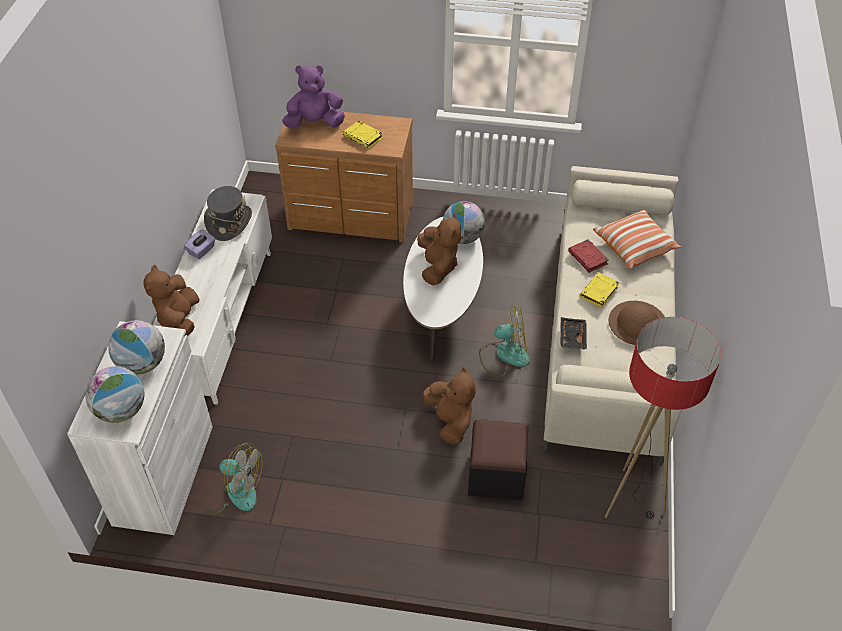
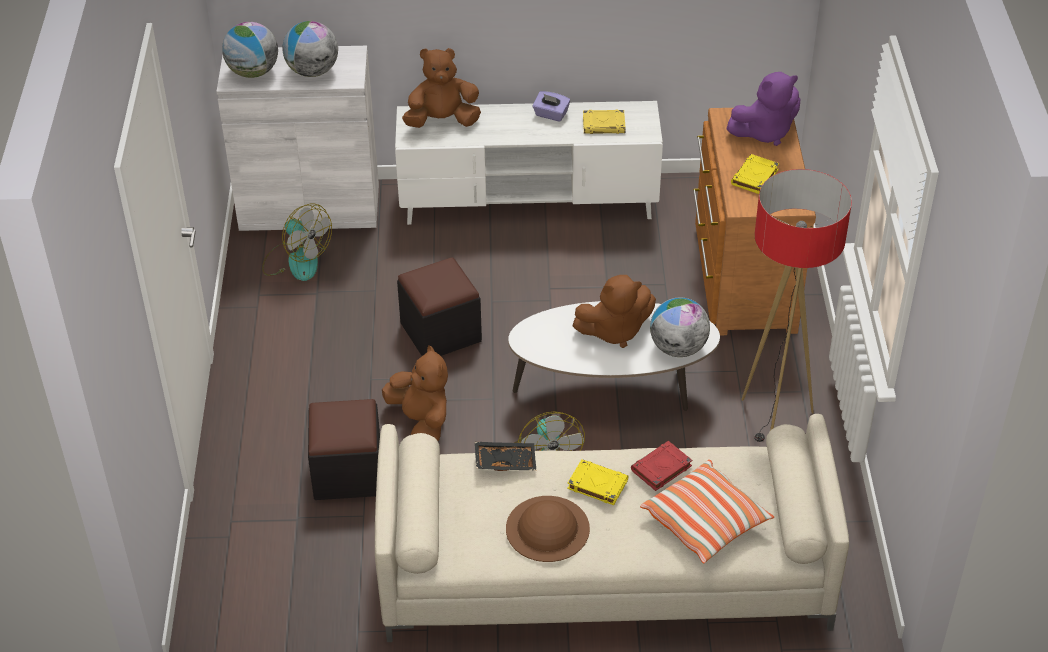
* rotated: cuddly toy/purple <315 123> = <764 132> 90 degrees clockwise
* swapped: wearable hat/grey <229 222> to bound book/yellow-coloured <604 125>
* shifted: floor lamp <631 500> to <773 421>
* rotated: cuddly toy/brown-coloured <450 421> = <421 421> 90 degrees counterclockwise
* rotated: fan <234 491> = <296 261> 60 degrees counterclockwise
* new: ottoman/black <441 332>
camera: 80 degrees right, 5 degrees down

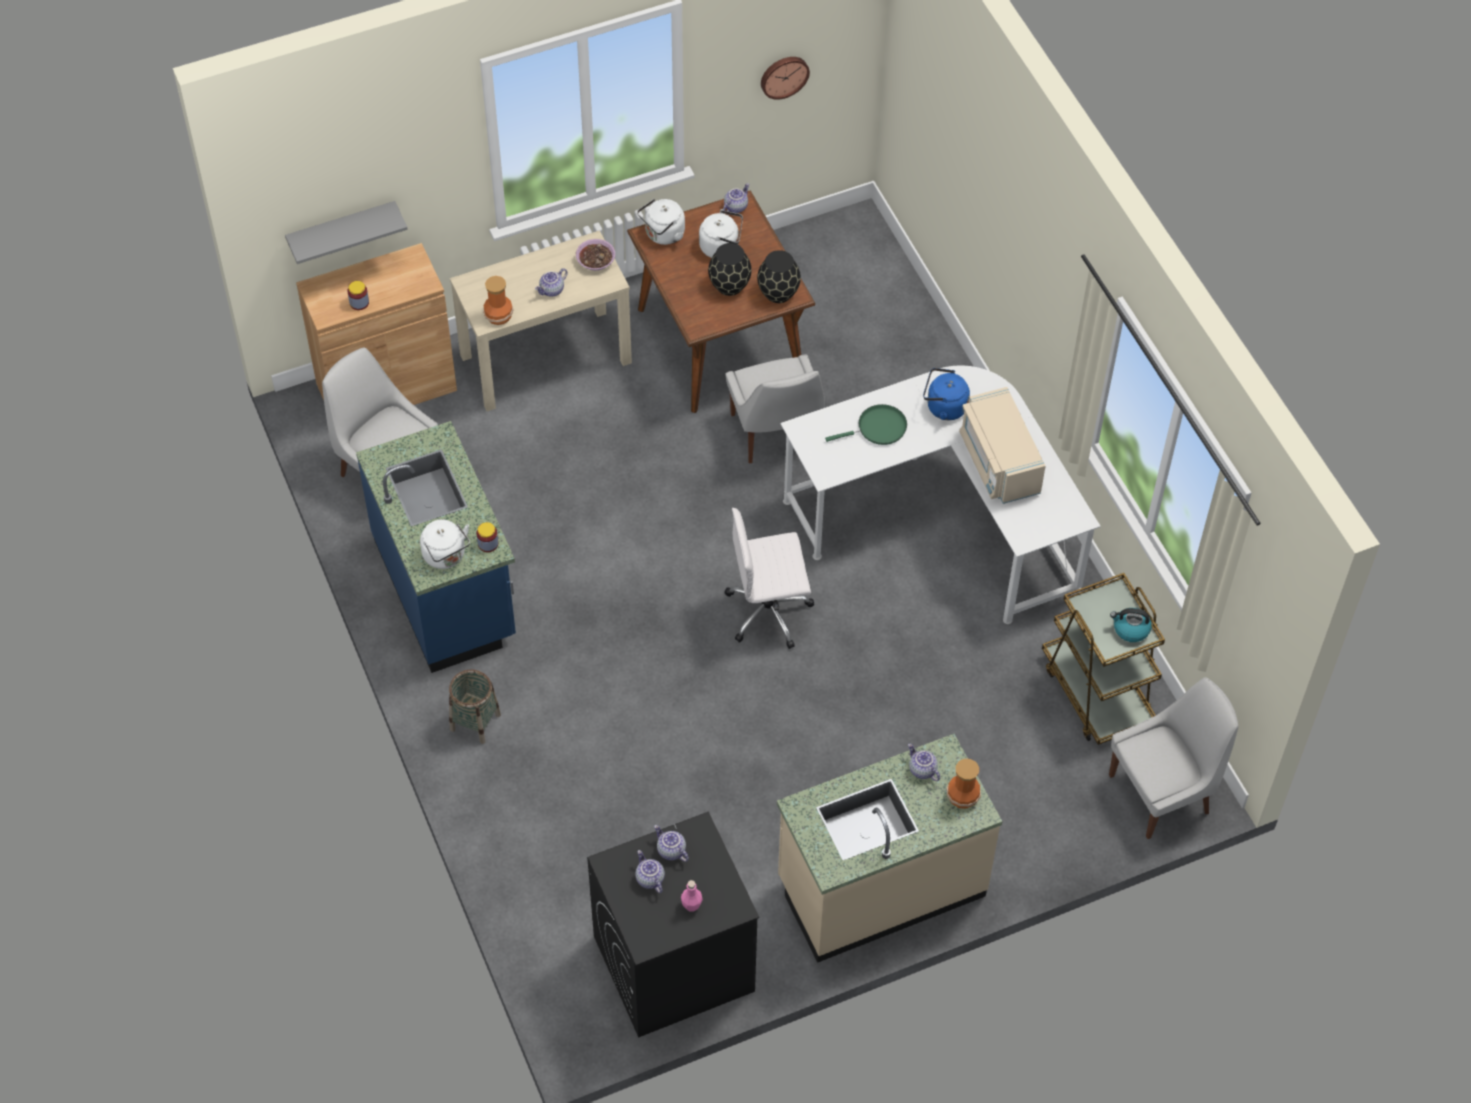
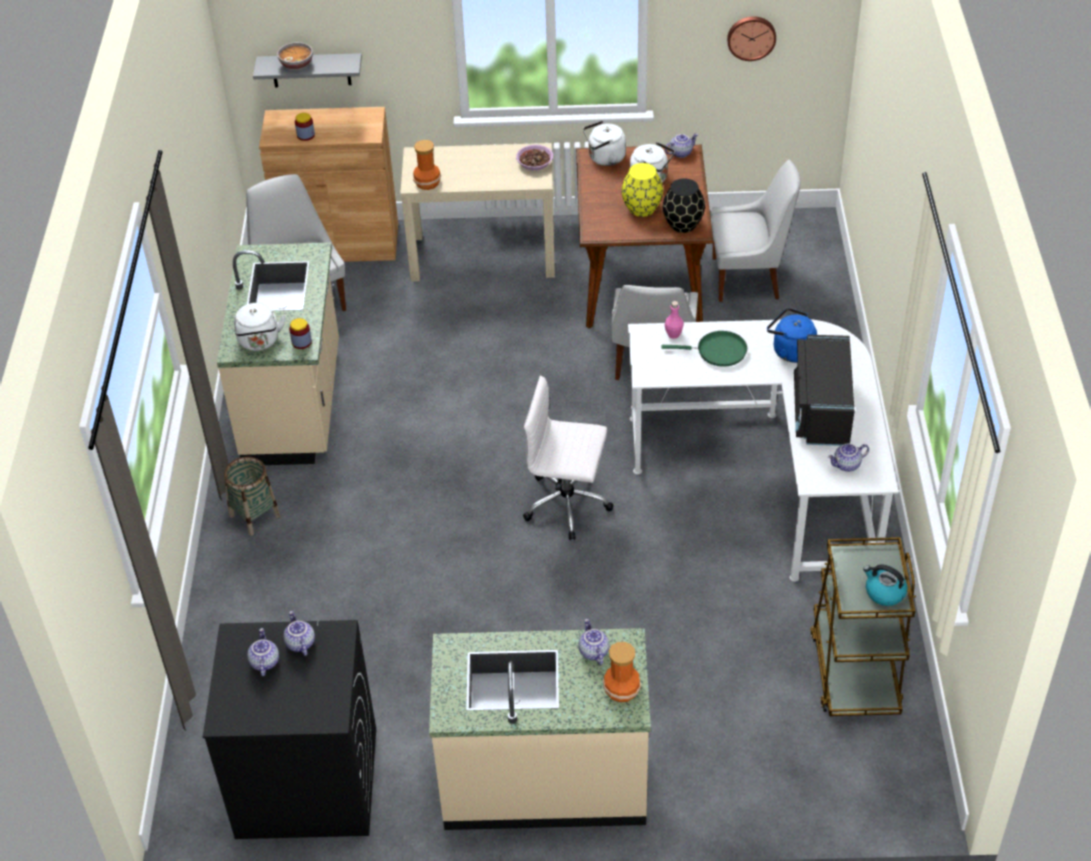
* repainted: flower vase/black <729 285> to flower vase/yellow-coloured <641 208>
* shifted: pot for tea <552 290> to <847 465>
* repainted: microwave oven/sand-coloured <999 462> to microwave oven/black <822 409>
* repainted: kitchen base unit/blue <447 589> to kitchen base unit/sand-coloured <295 405>
* shifted: plain chair/white-coloured <1162 793> to <749 278>
* shifted: bottle/pink <691 905> to <673 334>
* new: deep dish <297 64>
camera: 25 degrees right, 10 degrees down

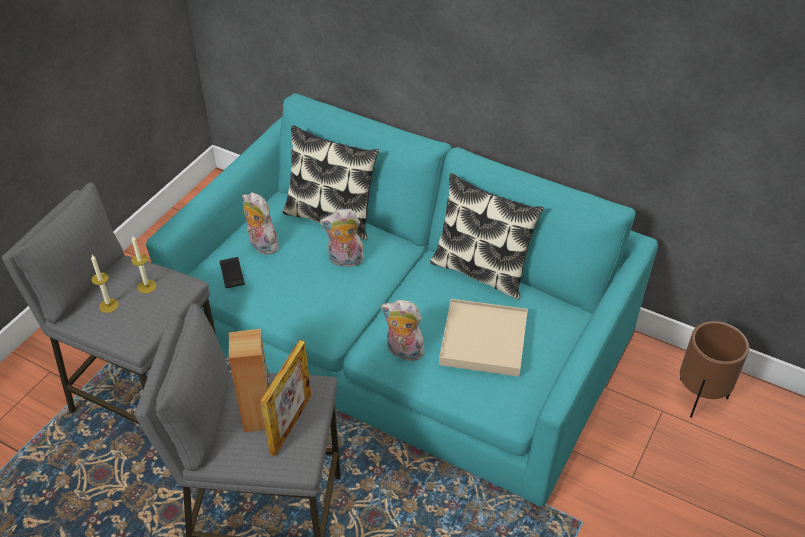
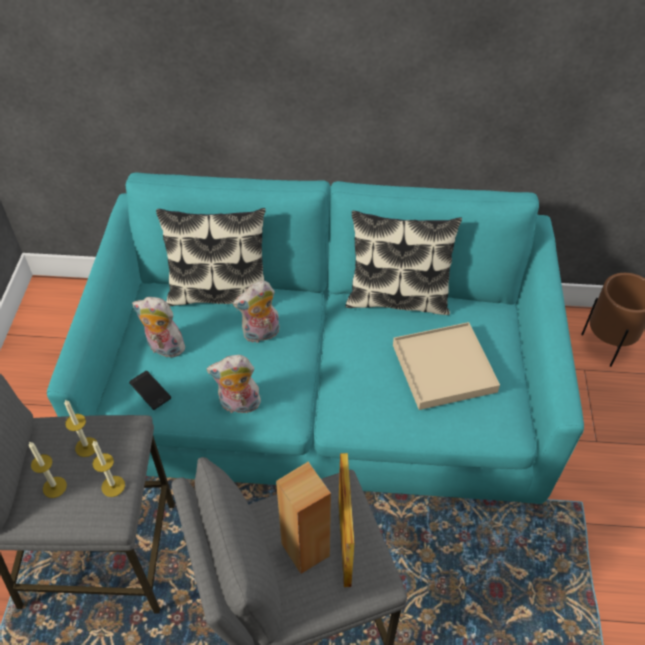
* shifted: cuddly toy <403 352> to <239 405>
* new: wax light <113 486>
camera: 25 degrees left, 5 degrees up

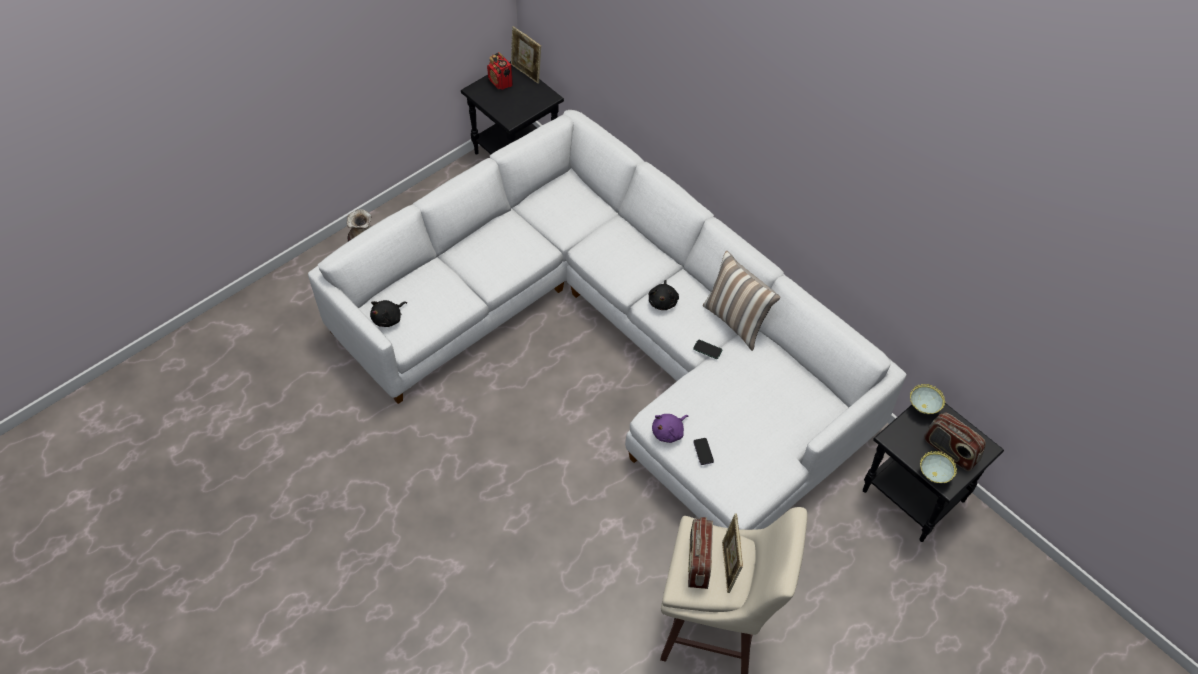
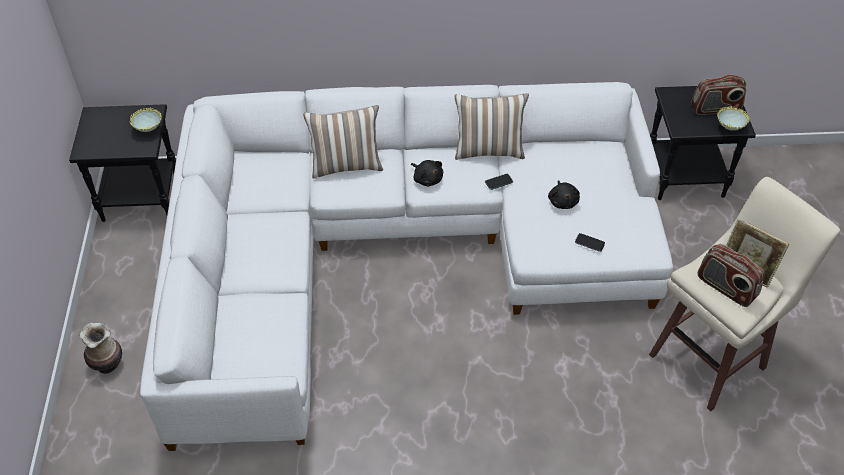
* gone: picture frame <526 73>
* gone: radio set <500 82>
* shifted: cuddly toy/black <388 318> to <563 201>
* shifted: deep dish <923 408> to <149 130>
* gone: cuddly toy/purple <669 432>
* new: pillow <346 165>
camera: 50 degrees left, 5 degrees down

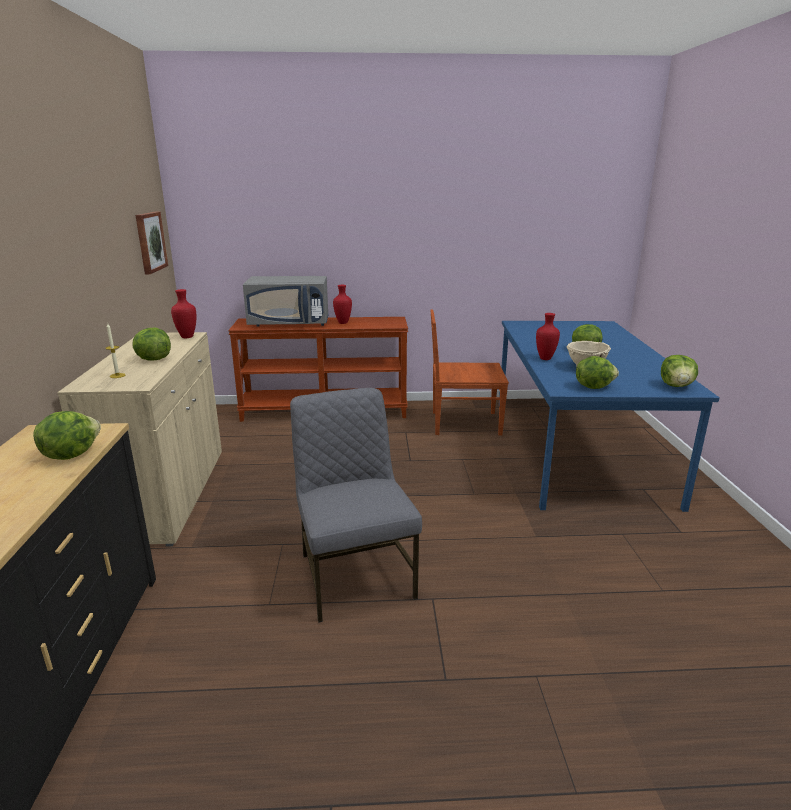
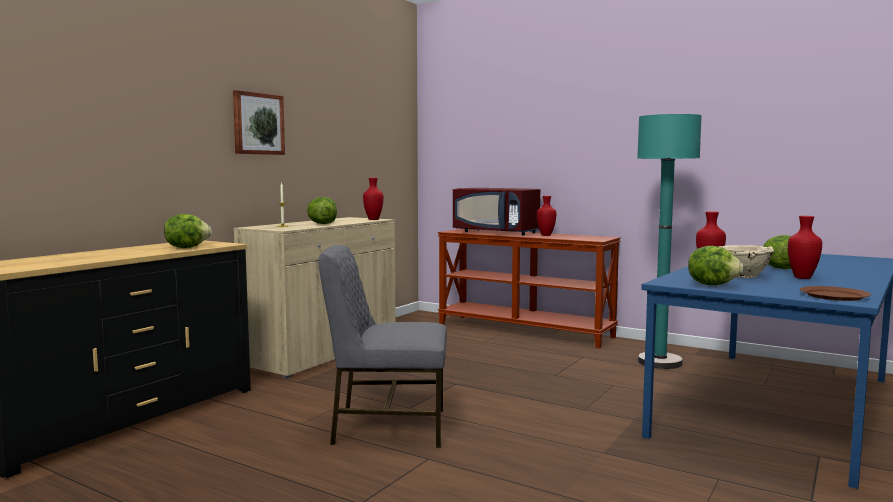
* shifted: wall art <150 242> to <258 124>
* repainted: microwave oven/grey <290 323> to microwave oven/reddish <497 232>
* swapped: plain chair/brown-coloured <463 423> to floor lamp/blue-green <659 362>
* swapped: lettuce <676 386> to dinner plate/brown-coloured <834 296>
* rotated: plain chair/grey <354 574> = <387 427> 105 degrees counterclockwise
* new: flower vase/reddish <801 278>
camera: 35 degrees right, 15 degrees down

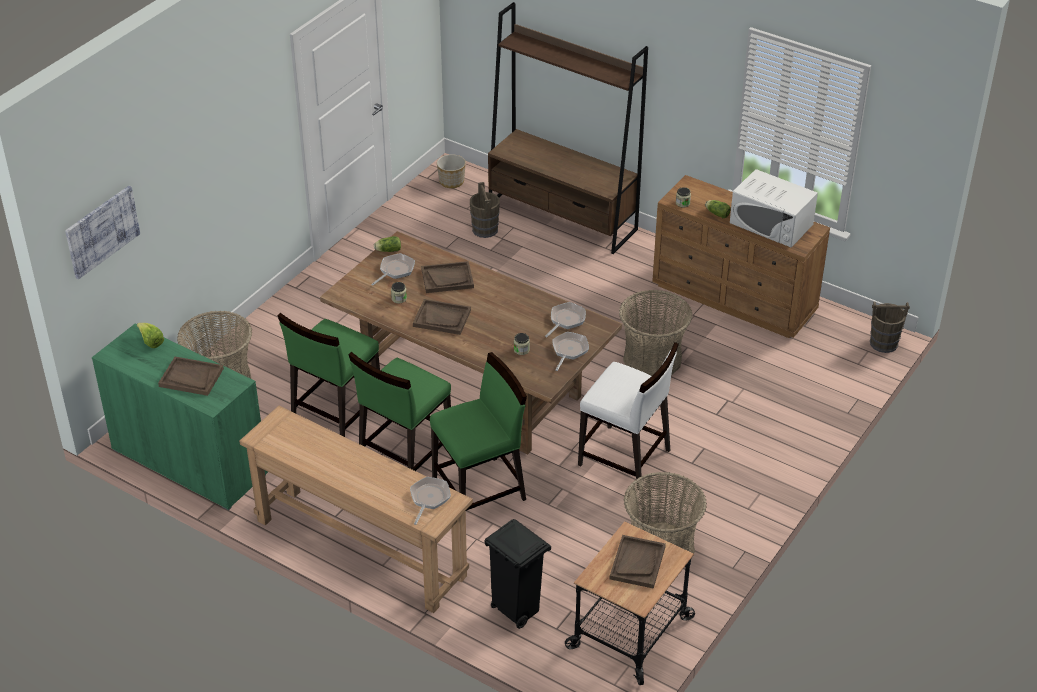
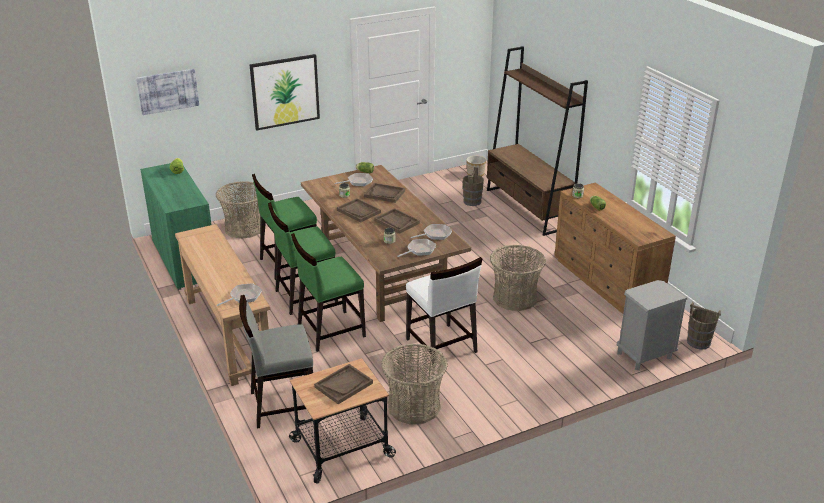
* gone: microwave oven/white-coloured <771 224>
* rotated: plain chair/green <480 490> = <330 331> 150 degrees clockwise
* shifted: carrying tray/brown-coloured <191 377> to <396 222>
* swapped: waste bin/black <515 610> to plain chair/grey <282 404>
* new: wall art <285 91>
* new: nightstand/grey <644 355>
camera: 30 degrees right, 10 degrees down

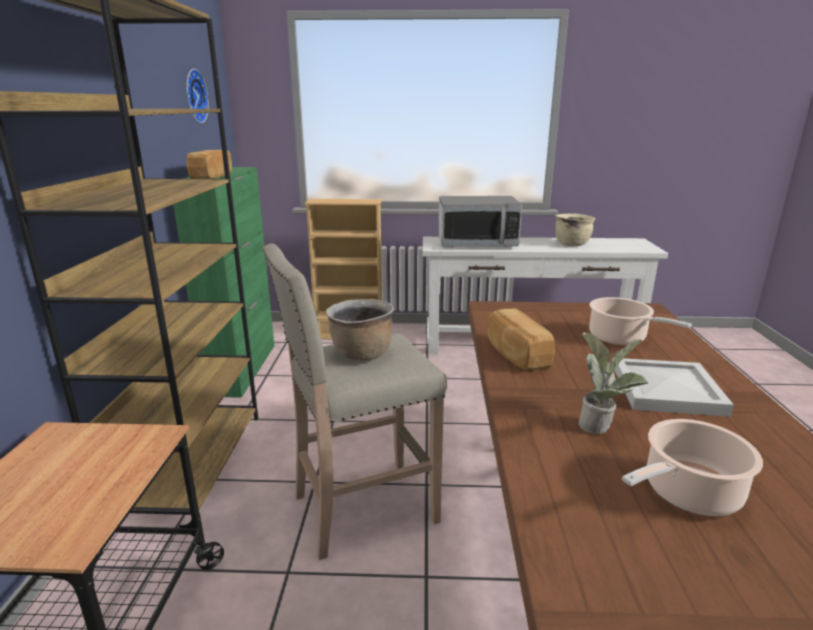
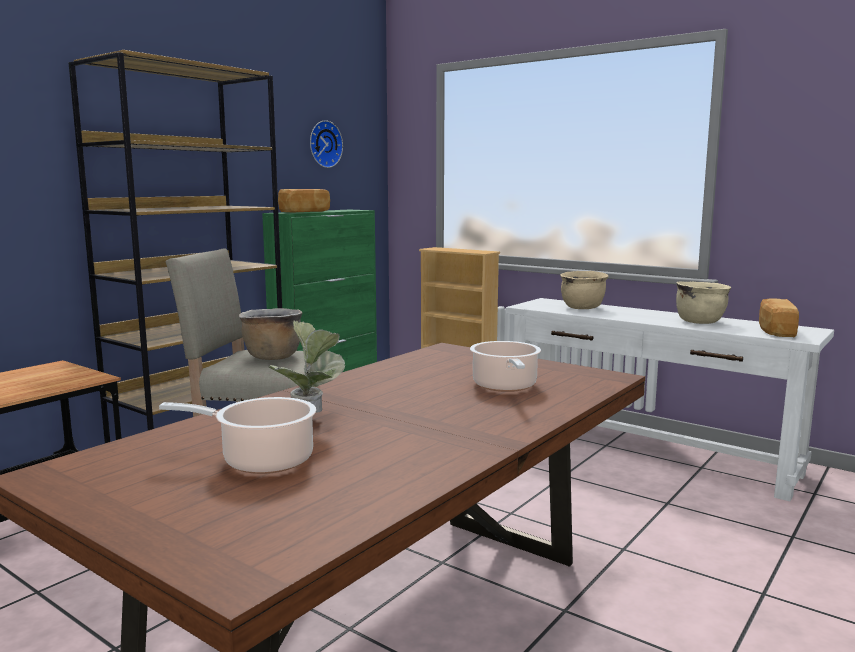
* swapped: microwave oven <477 243> to stockpot/sand-coloured <582 308>
* shifted: baked bread <516 354> to <775 331>
* gone: carrying tray/white-coloured <668 389>
camera: 35 degrees right, 10 degrees down

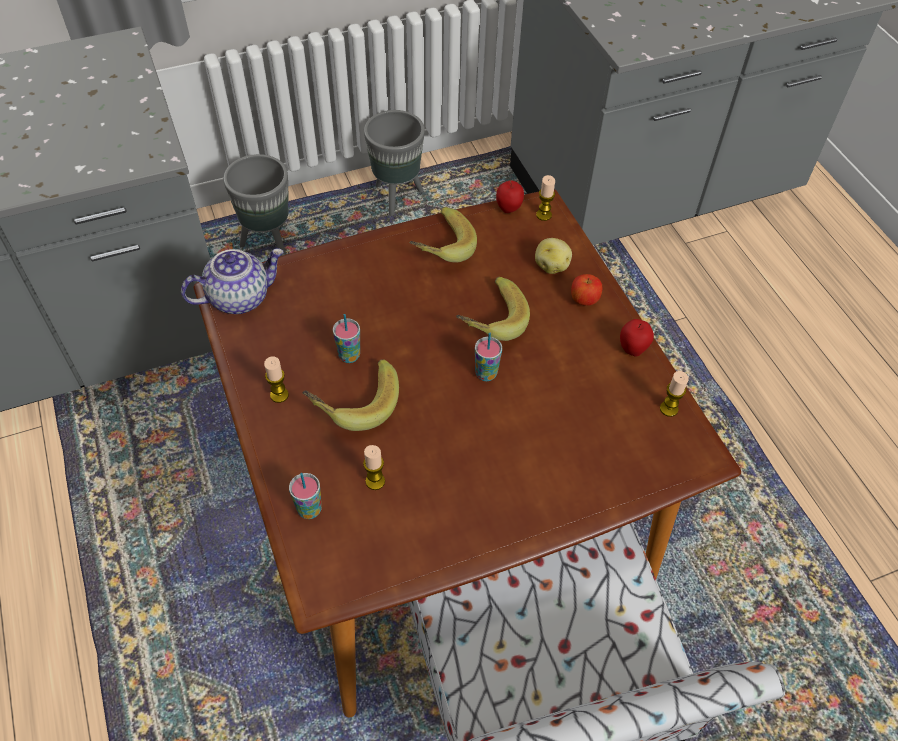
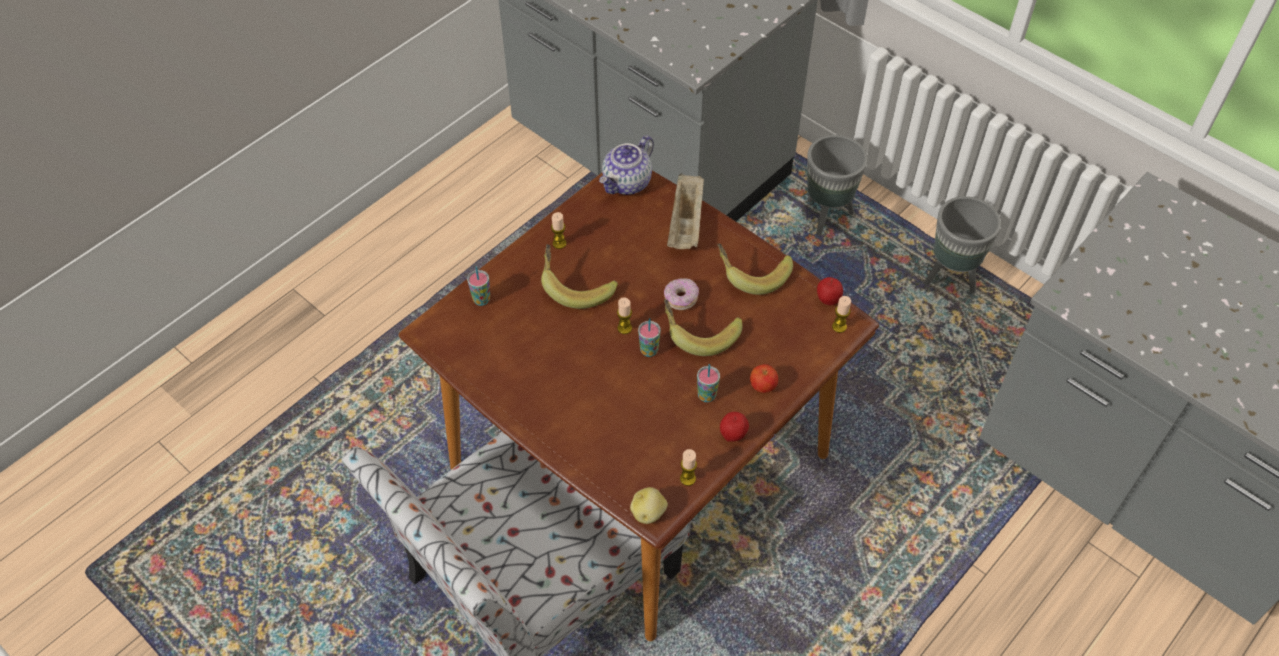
* shifted: spud <552 265> to <649 512>
* rotated: pot for tea <239 297> = <627 183> 90 degrees clockwise
* shifted: drinking cup <349 356> to <706 396>
* shifted: wax light <375 481> to <624 328>
* new: carrying tray/sand-coloured <686 224>
* new: donut <681 299>
camera: 65 degrees right, 0 degrees up

